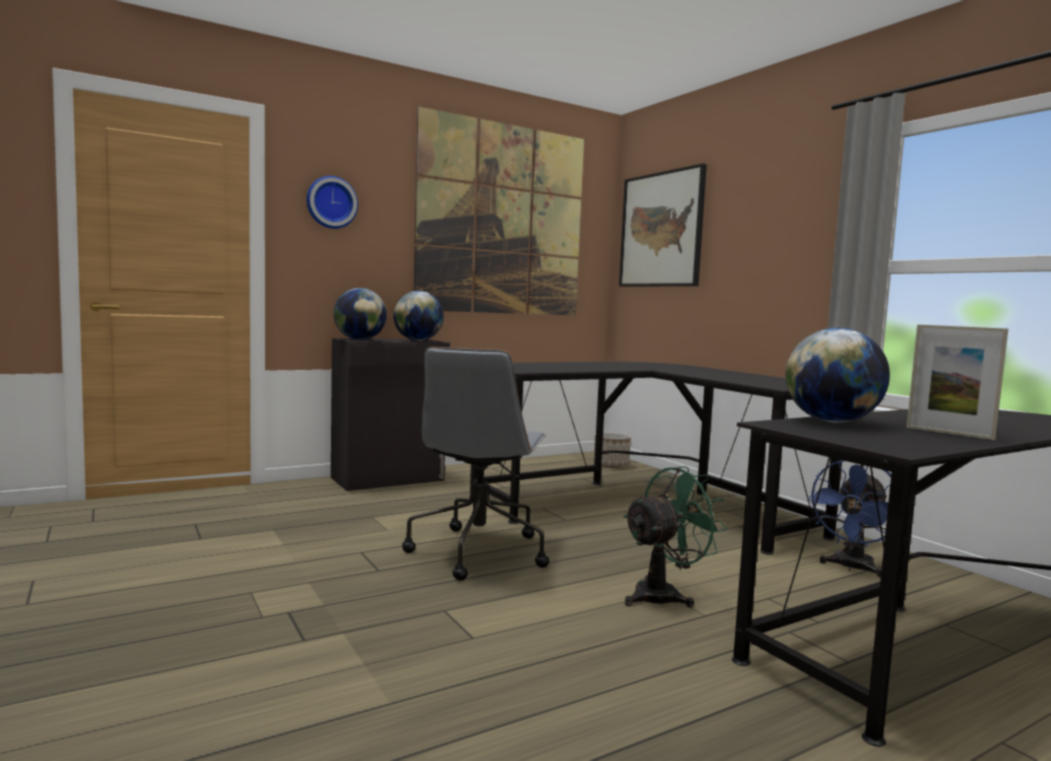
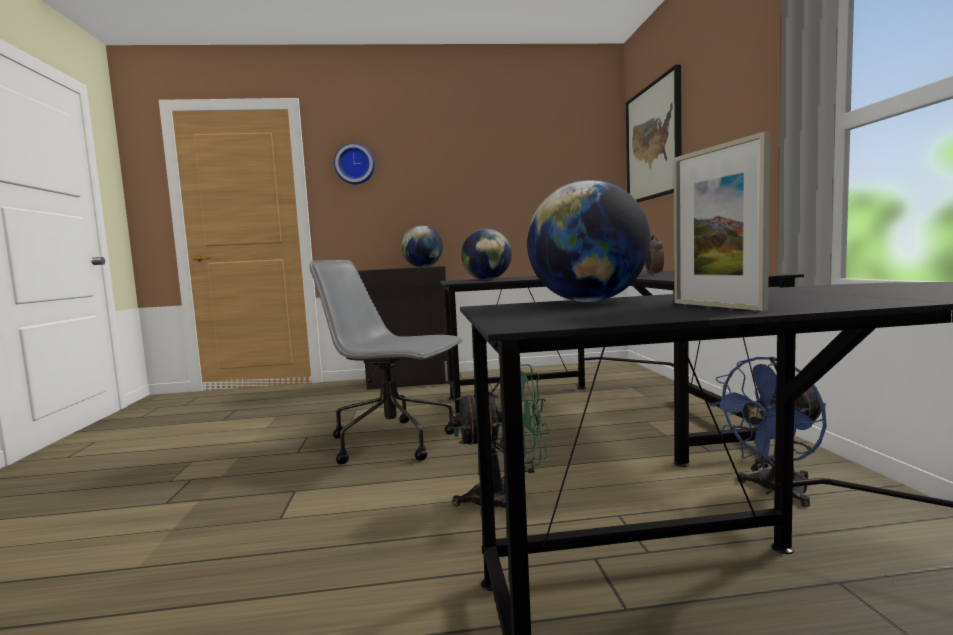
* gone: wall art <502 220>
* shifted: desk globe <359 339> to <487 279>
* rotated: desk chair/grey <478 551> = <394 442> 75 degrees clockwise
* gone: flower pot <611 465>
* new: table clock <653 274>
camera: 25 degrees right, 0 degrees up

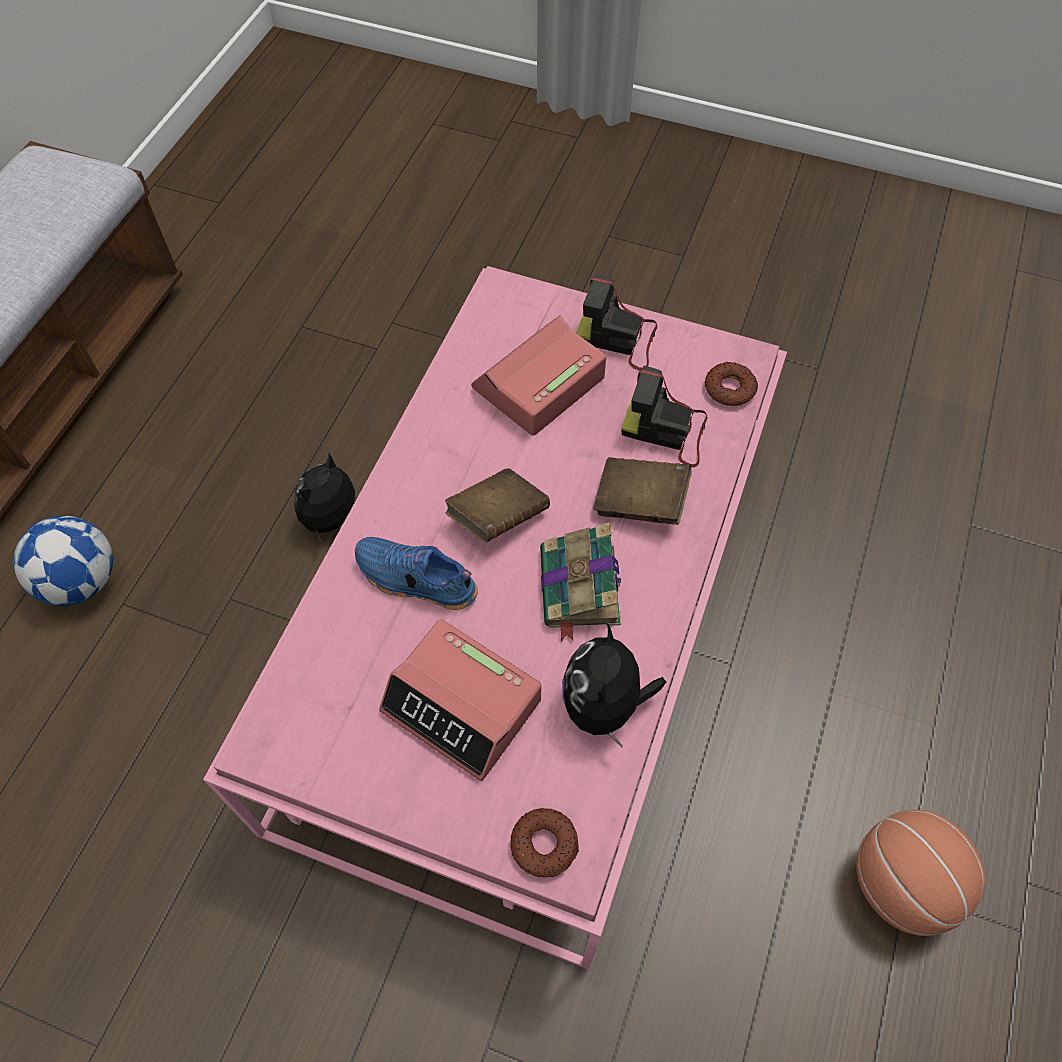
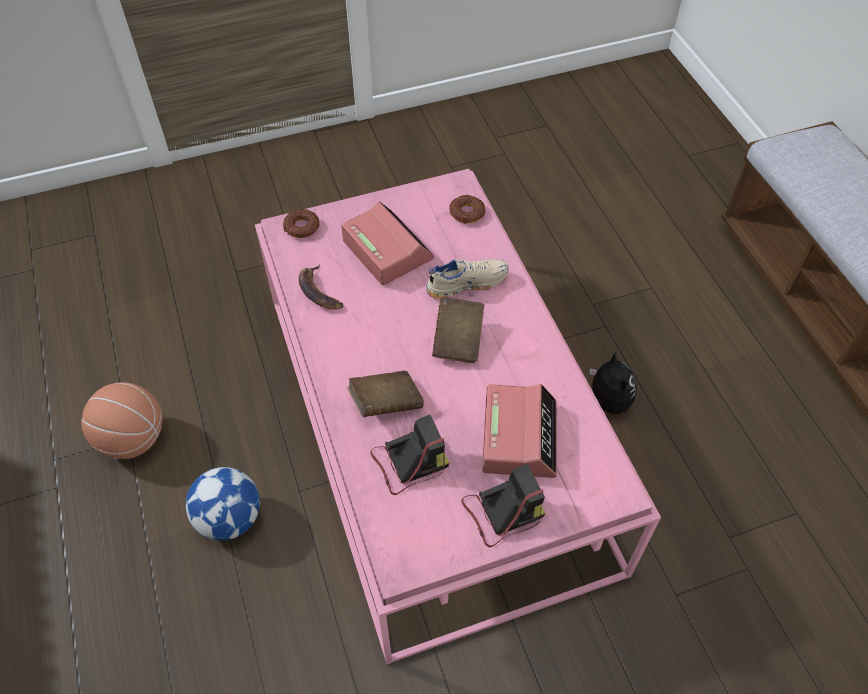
* shifted: donut <729 388> to <467 213>
* shifted: ball for football <81 581> to <229 518>
* gone: bound book <580 589>
* repainted: low shoe/blue <415 581> to low shoe/sand-coloured <466 282>
* rotated: table clock <462 705> = <387 250> 60 degrees clockwise
* swapped: cuddly toy <604 705> to banana fruit <319 292>
camera: 140 degrees right, 5 degrees down

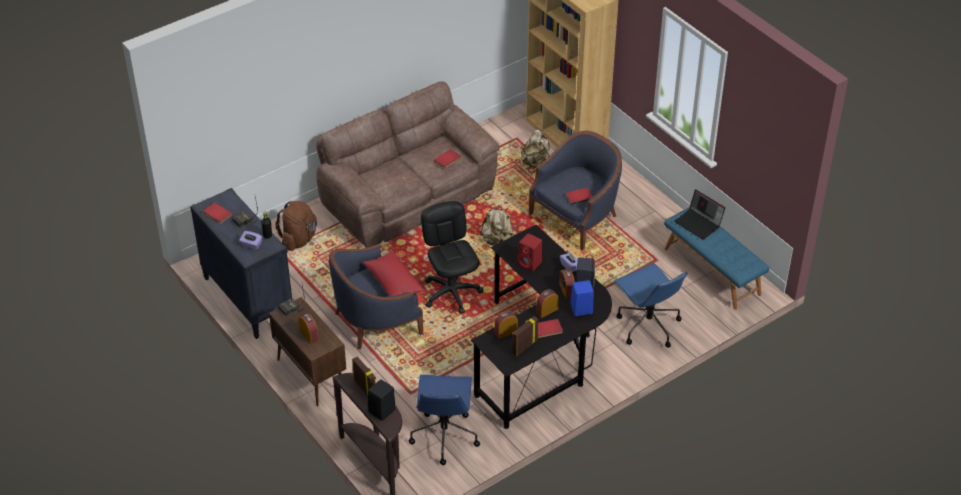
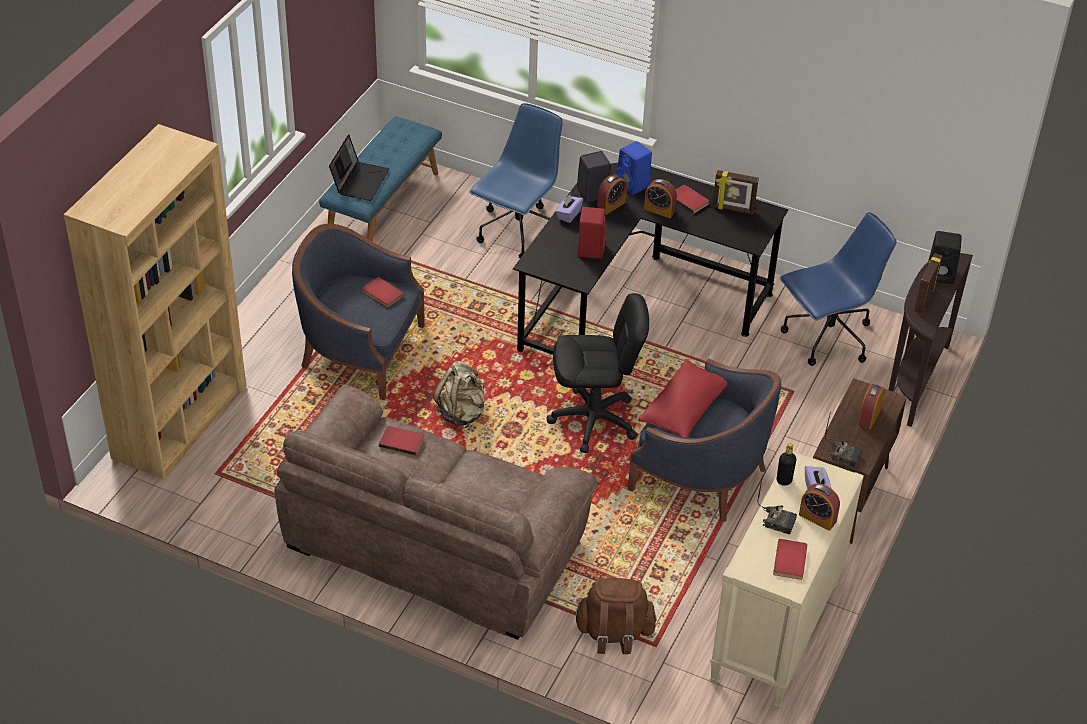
* gone: rucksack/sand-coloured <536 163>
* repainted: drawer chest/black <247 299> to drawer chest/sand-coloured <775 634>
* rotated: desk chair/black <451 292> = <594 420> 135 degrees counterclockwise
* shifted: table clock <506 332> to <817 518>
camera: 120 degrees left, 0 degrees up

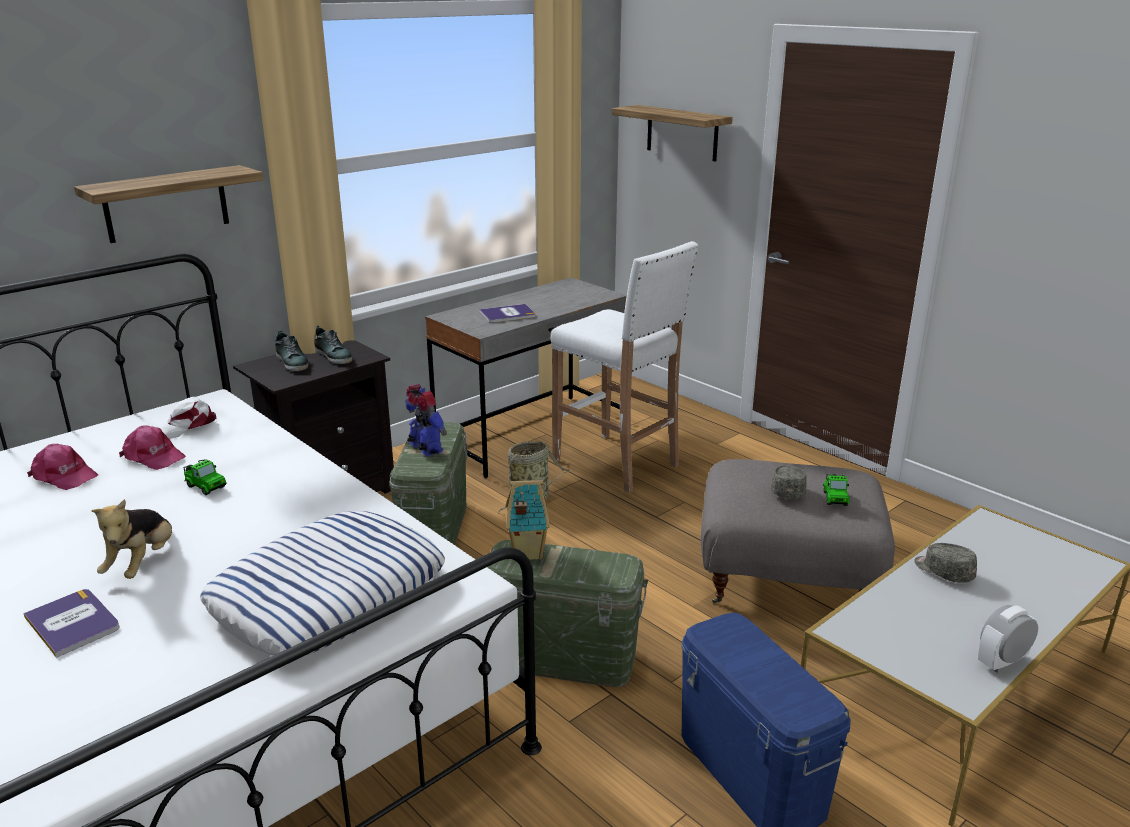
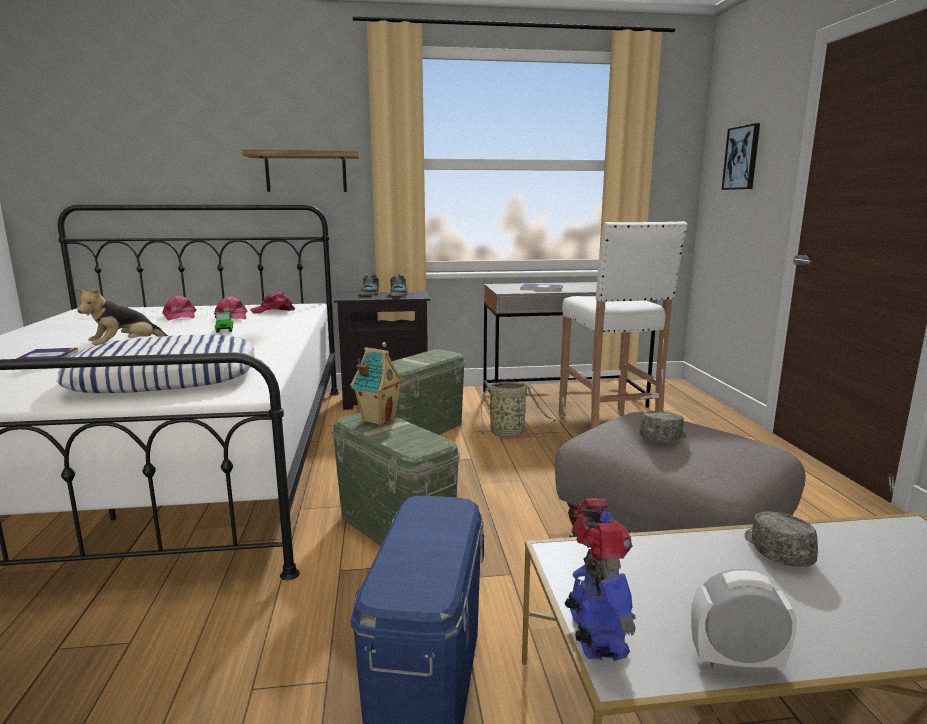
* swapped: shelf <682 133> to wall art <742 158>
* shifted: robot figure <425 449> to <595 635>
* repainted: cap/white-coloured <187 426> to cap/pink <273 311>
* gone: toy car <835 498>
camera: 35 degrees right, 10 degrees down

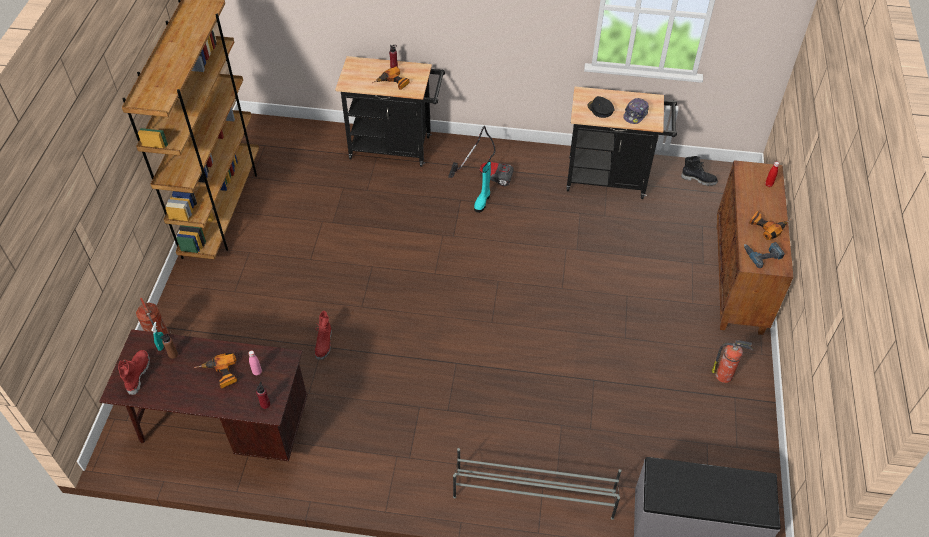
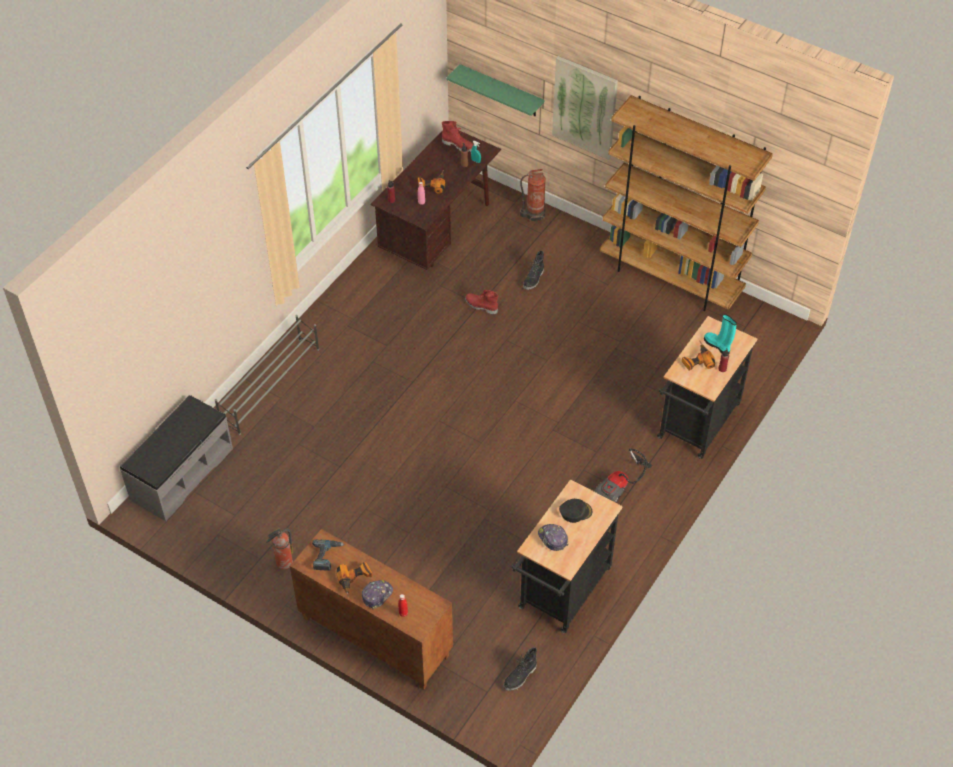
* shifted: high-top boot/blue-green <482 201> to <717 346>
* new: wall art <584 107>
* new: shelf/green <501 91>
* new: high-top boot/black <534 279>
* new: cap <377 595>
camera: 115 degrees right, 0 degrees up

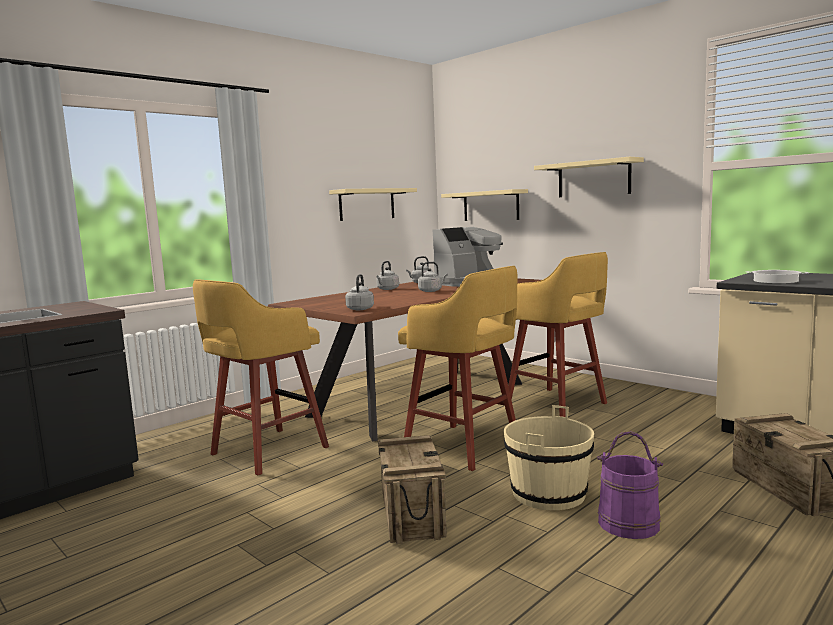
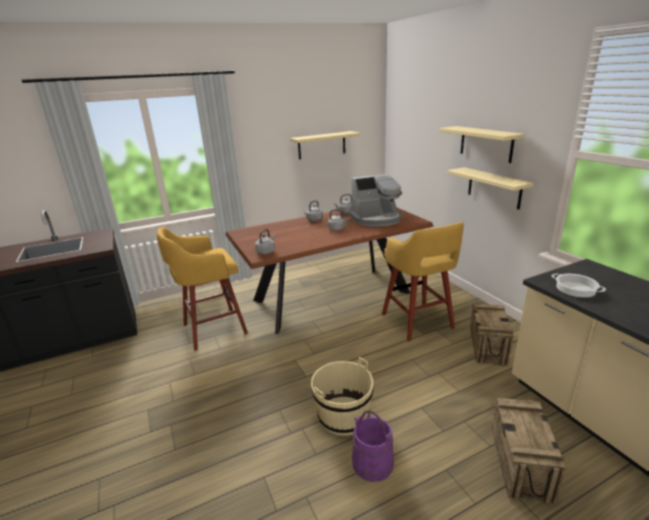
* shifted: shelf/sand-coloured <491 206> to <494 188>
* gone: stool/yellow-coloured <464 447>
* shifted: shipping crate <410 513> to <487 346>
camera: 20 degrees right, 15 degrees up

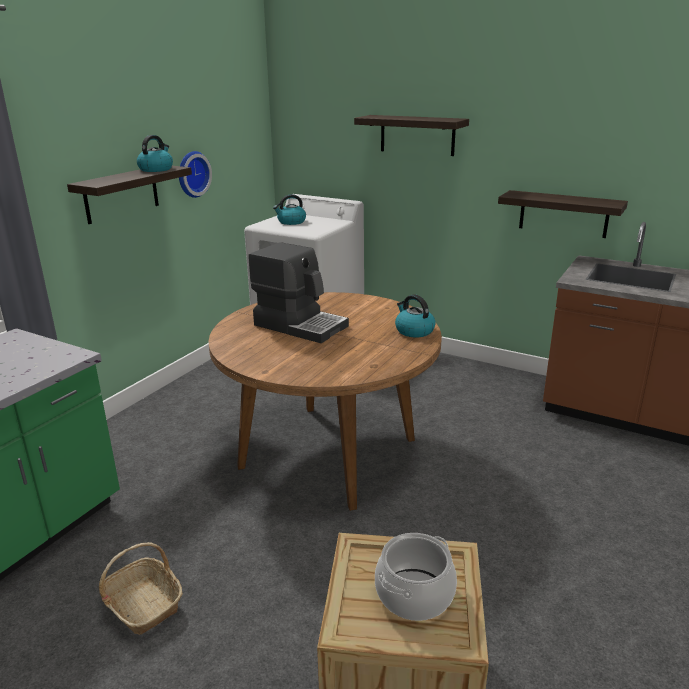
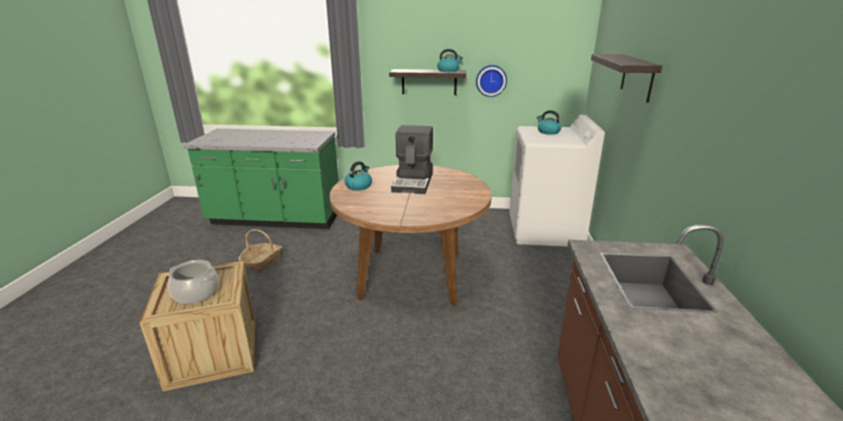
* gone: shelf <563 214>
* shifted: water kettle <414 331> to <359 186>
camera: 65 degrees right, 0 degrees up

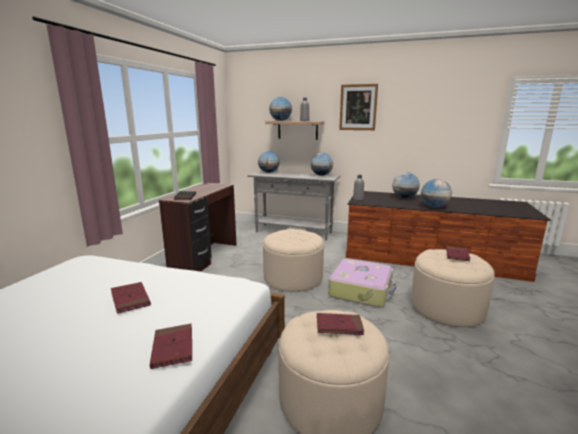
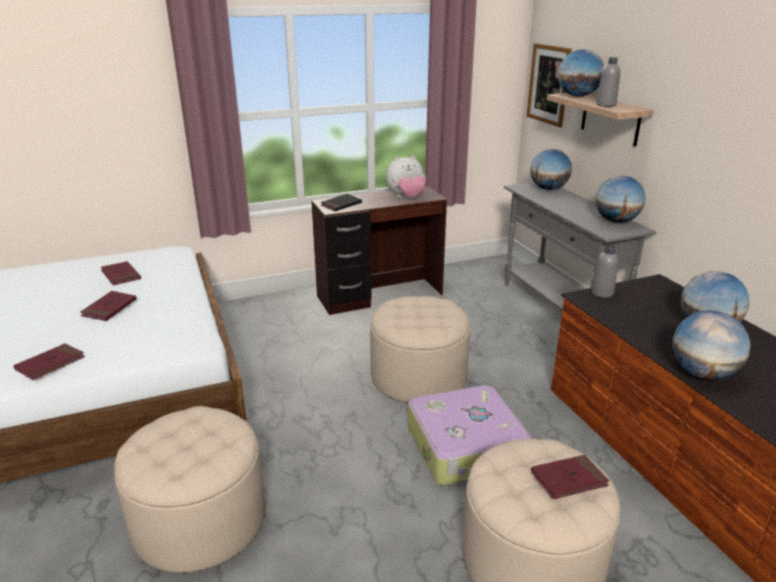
* shifted: wall art <358 107> to <548 84>
* shifted: bound book/reddish <339 326> to <121 275>
* new: cuddly toy <406 197>
camera: 50 degrees right, 10 degrees up

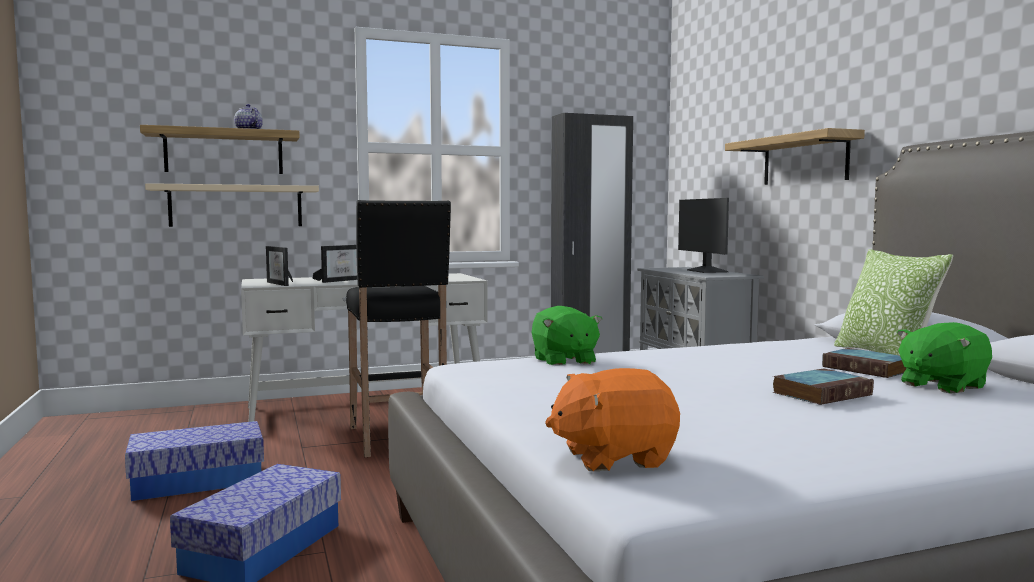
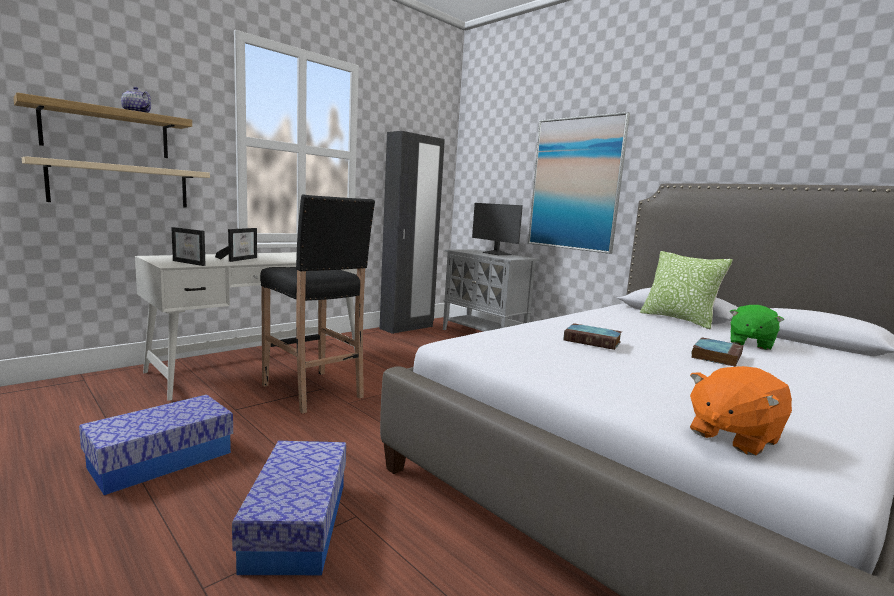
* swapped: shelf <804 160> to wall art <575 184>
* gone: cuddly toy/green <563 361>
* shifted: bound book <868 369> to <593 341>
camera: 25 degrees left, 5 degrees up

